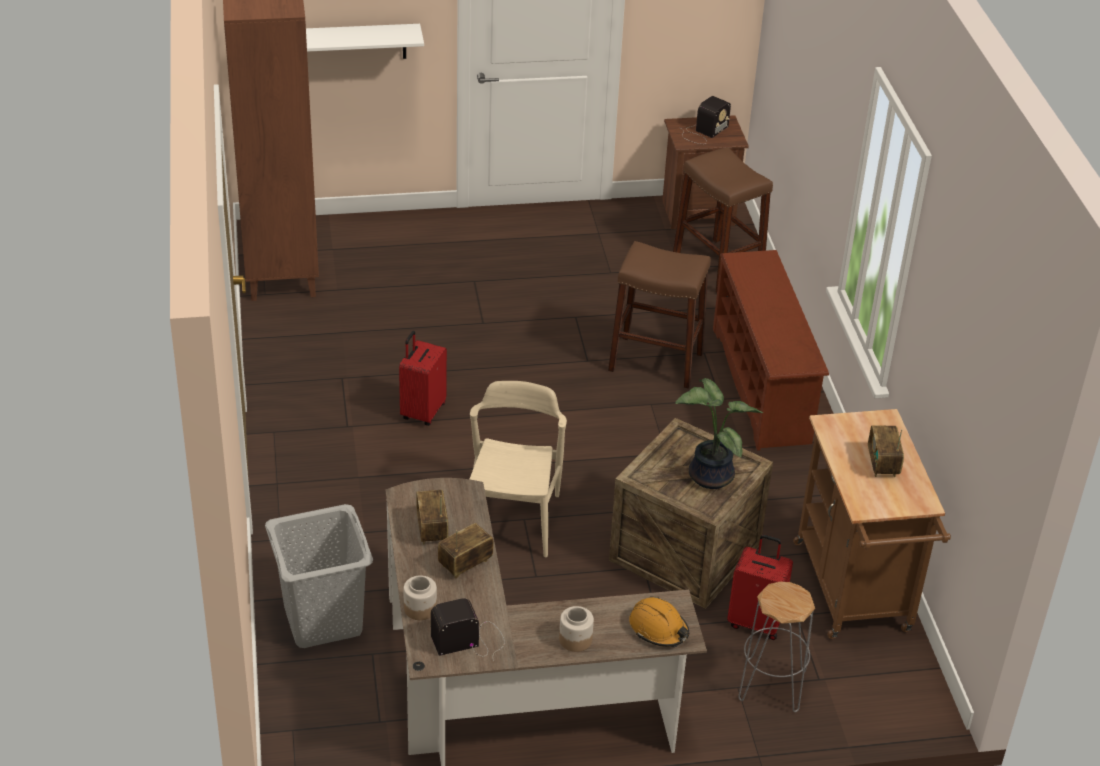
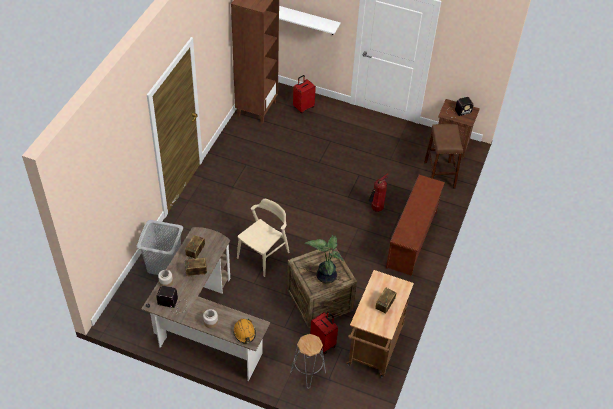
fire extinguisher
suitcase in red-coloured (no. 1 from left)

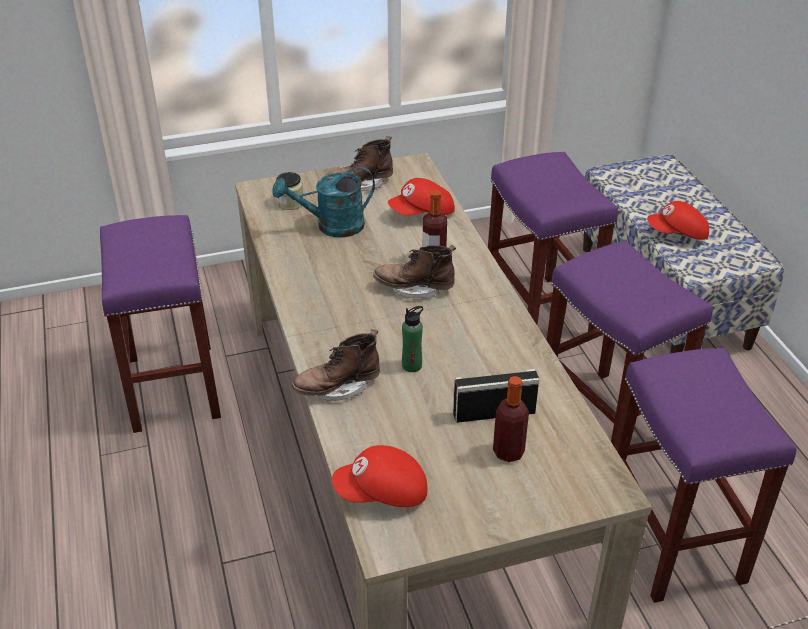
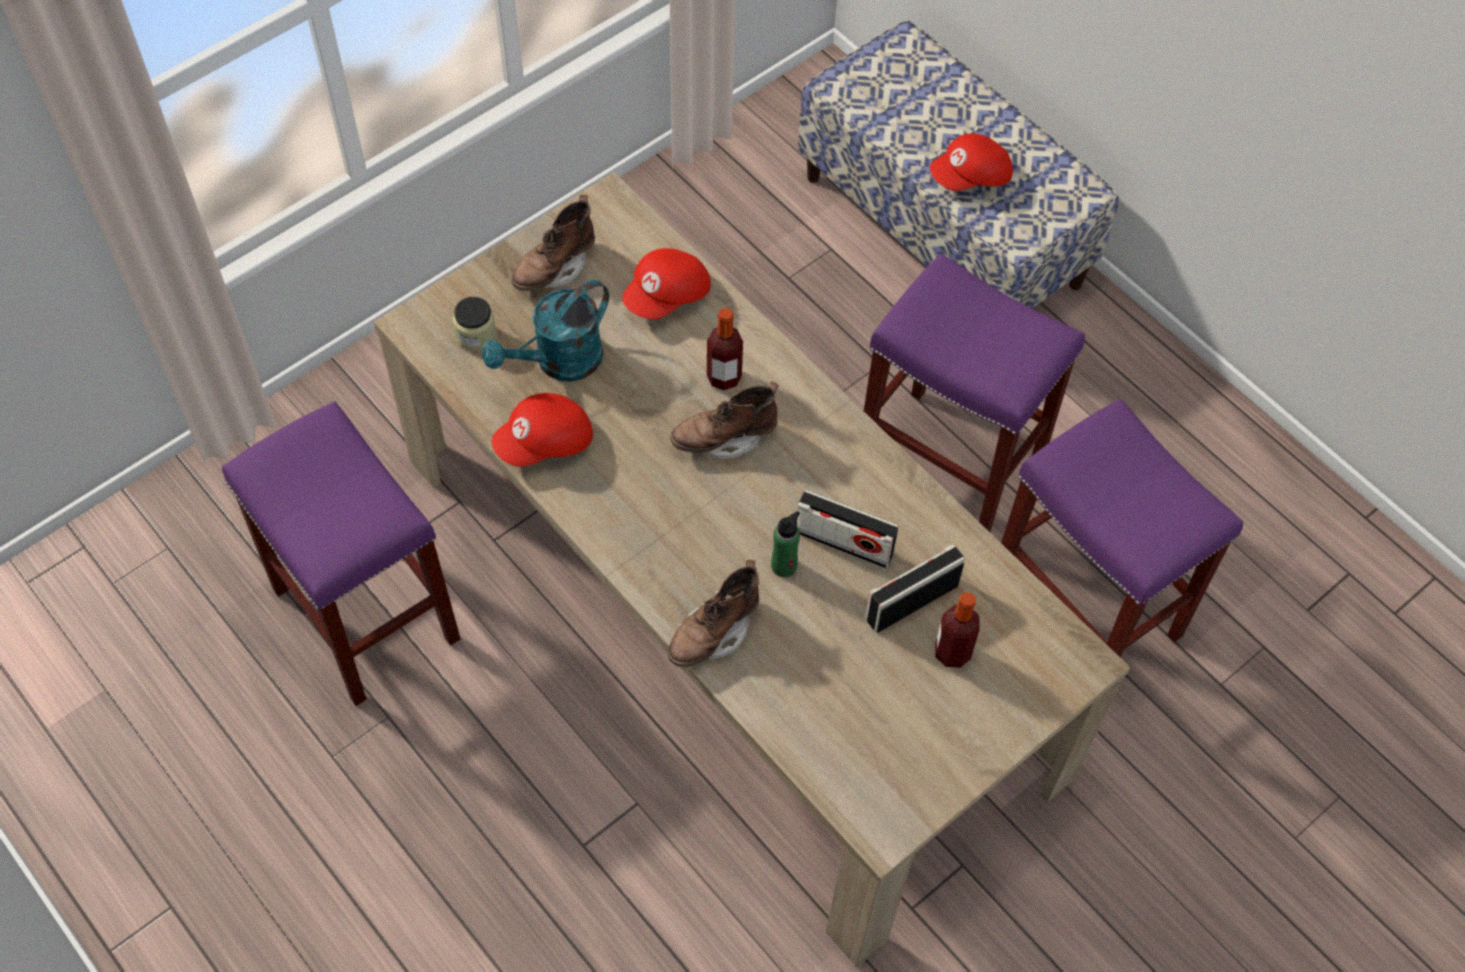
sitting stool in purple-coloured (no. 2 from left in the first image)
baseball cap in red-coloured (no. 1 from left)
radio set (no. 1 from left)

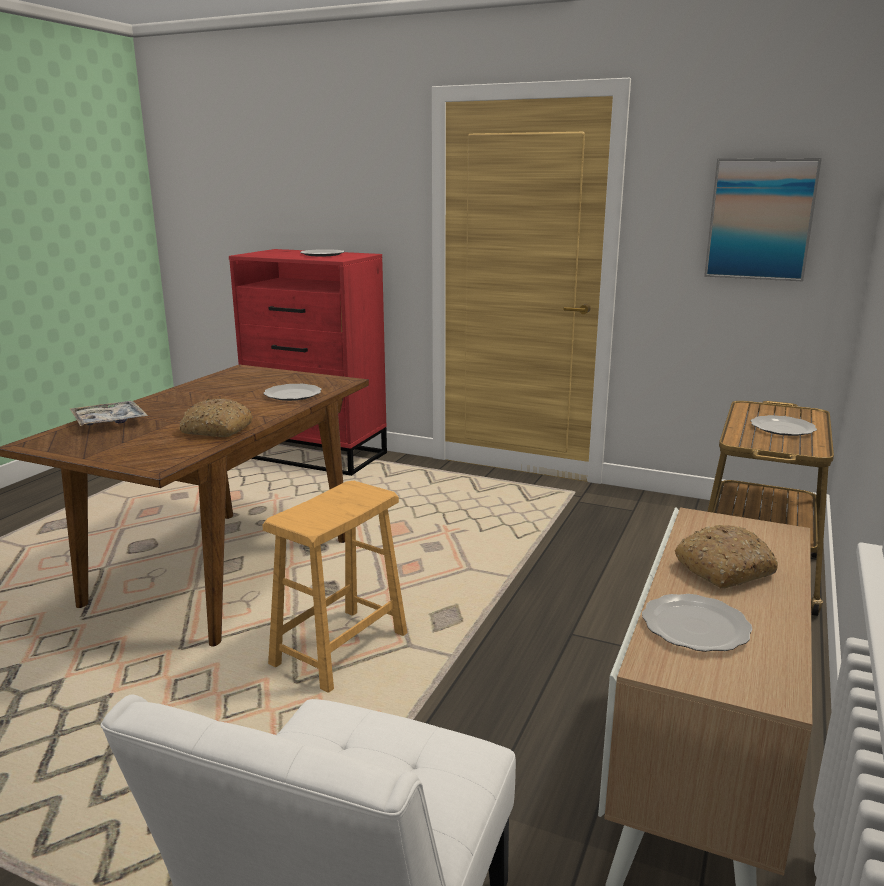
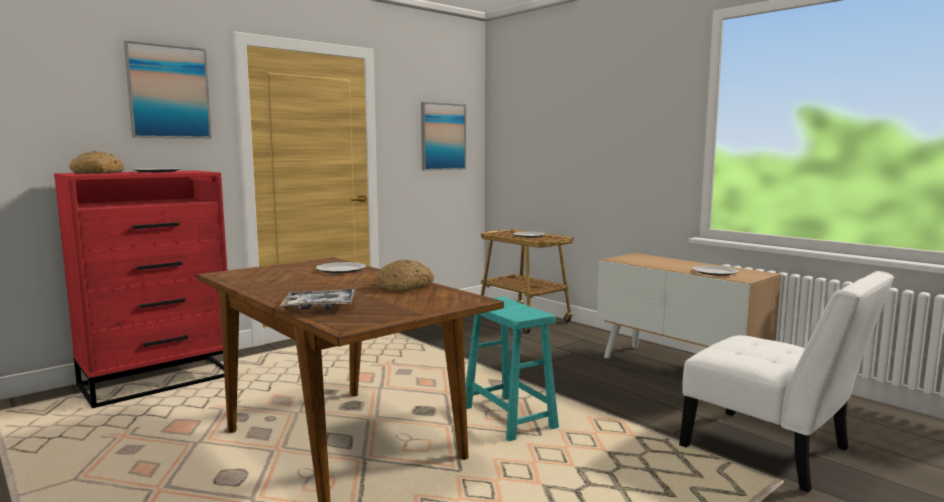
sitting stool in turquoise
bakery bread (no. 1 from left)
picture (no. 1 from left)

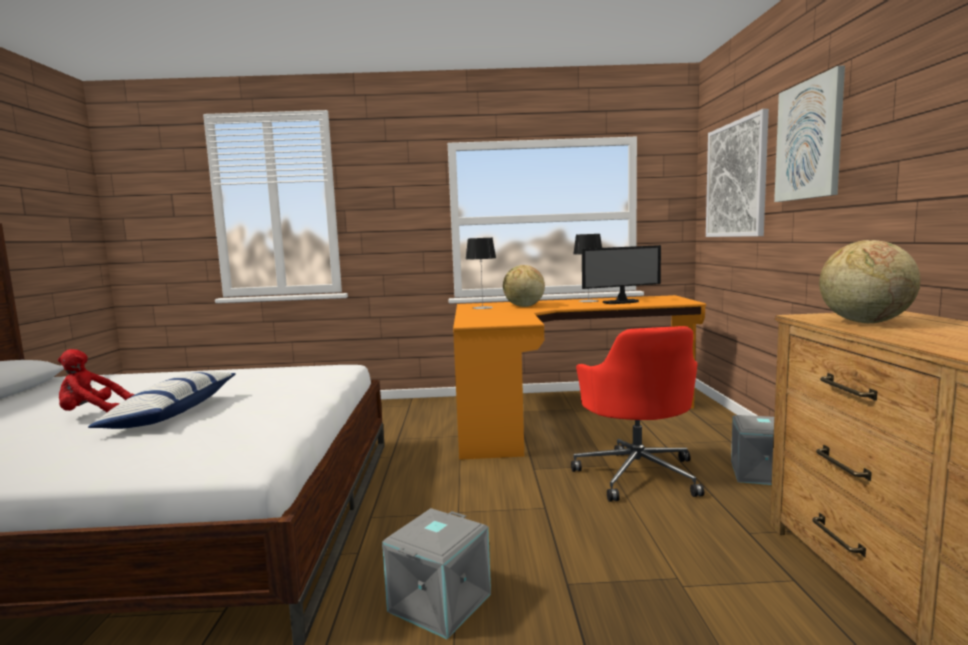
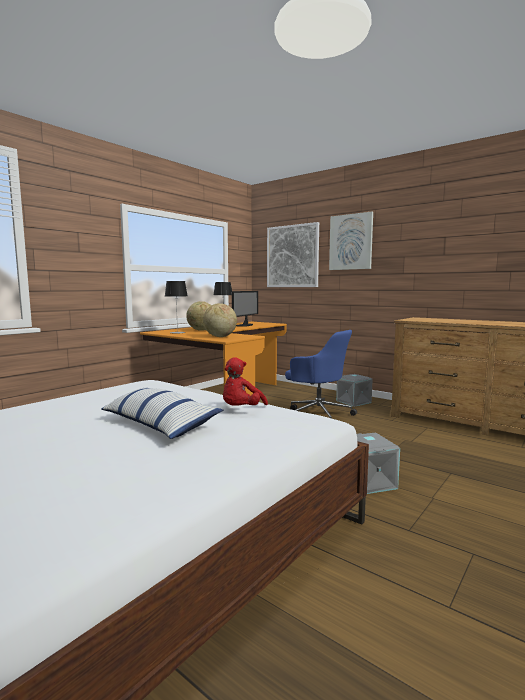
world globe (no. 2 from left)
desk chair in bluish
cuddly toy in red-coloured

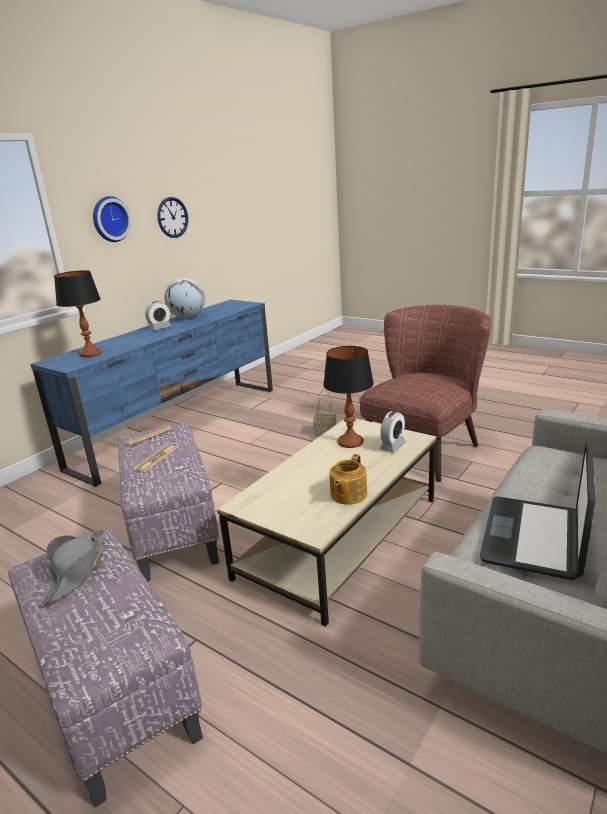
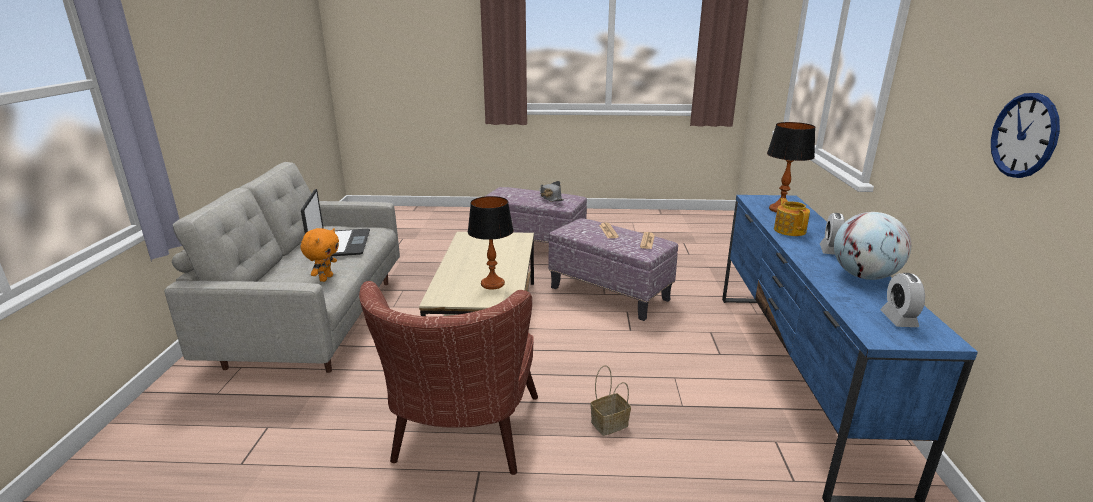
hanging clock (no. 1 from left in the first image)
table clock (no. 2 from left)
tea pot
cuddly toy in orange

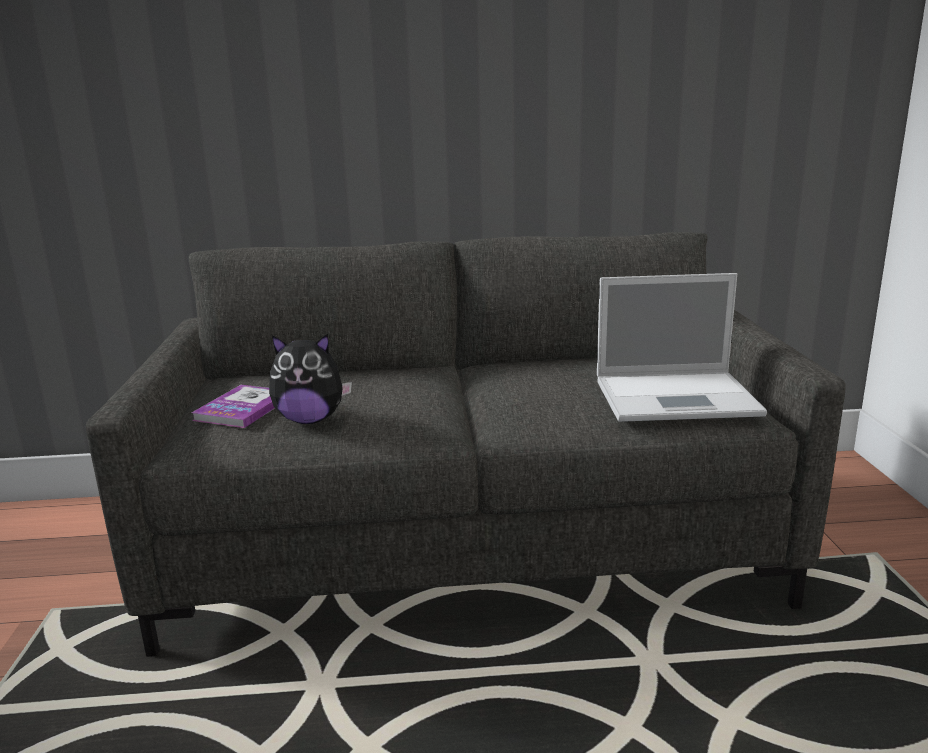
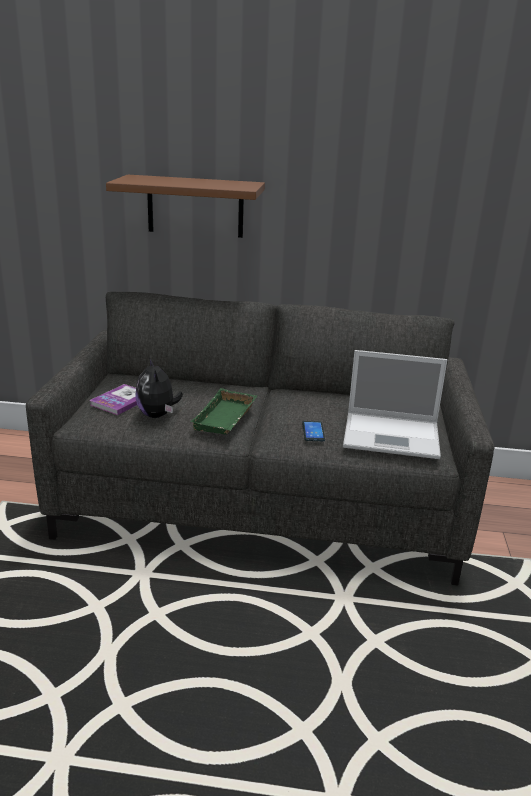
cuddly toy
bracket shelf in brown-coloured
serving tray in greenish
handset

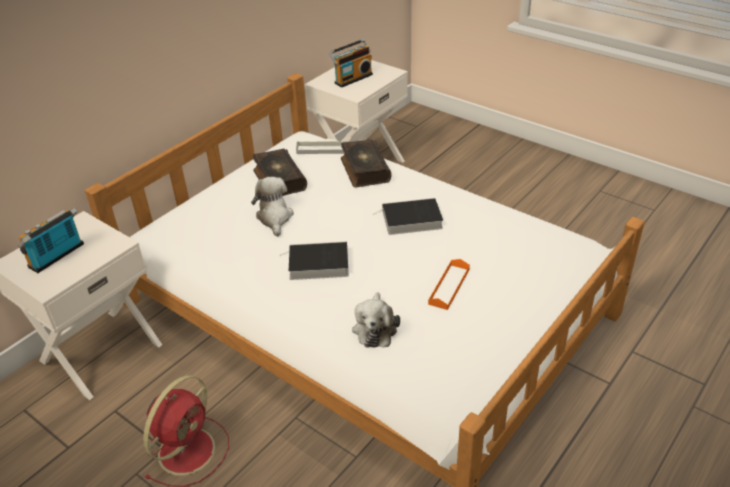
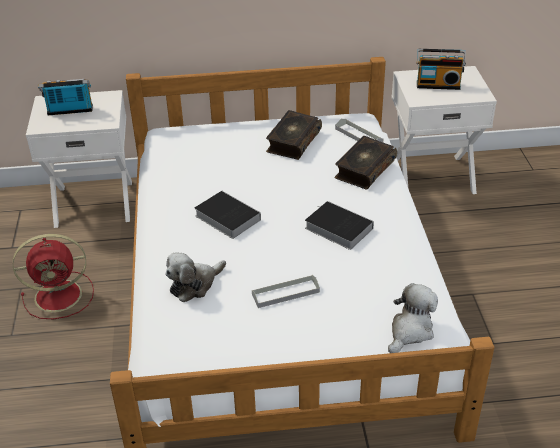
cuddly toy (no. 2 from left)
serving tray in grey (no. 1 from left)

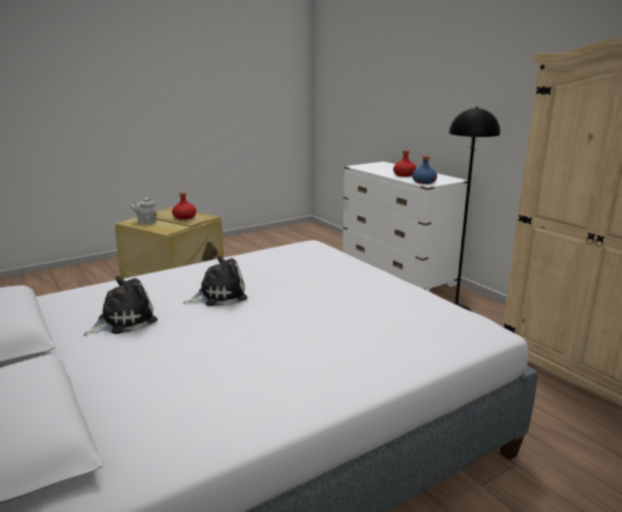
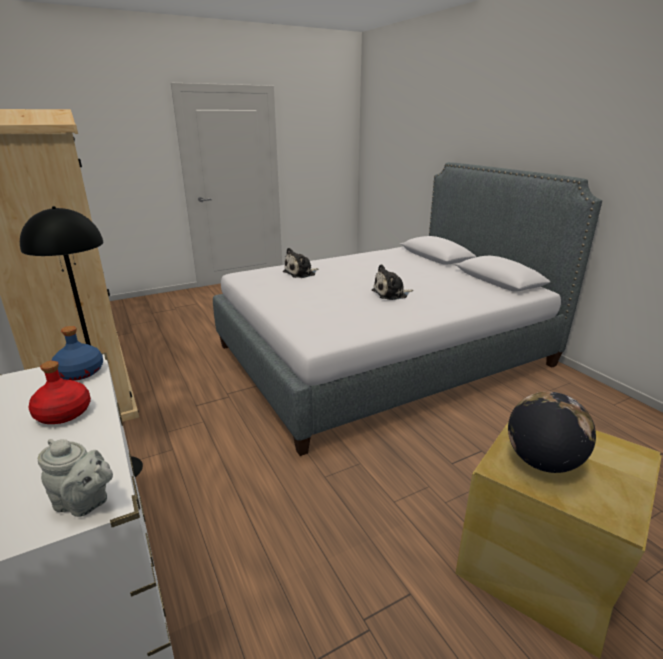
world globe
tea pot in grey
cuddly toy (no. 1 from left)

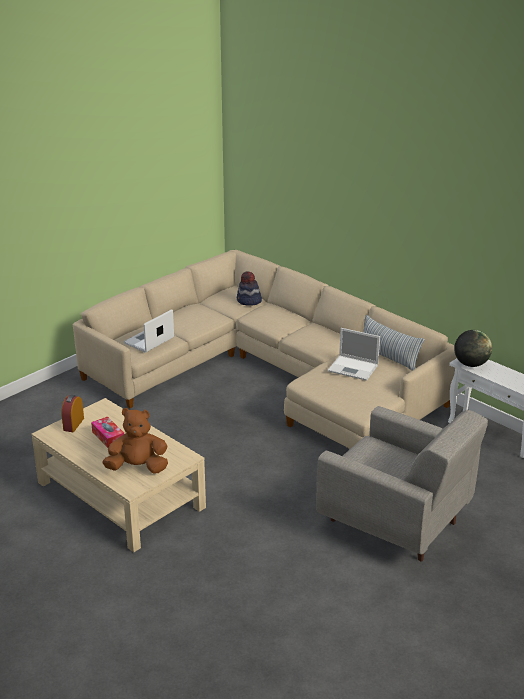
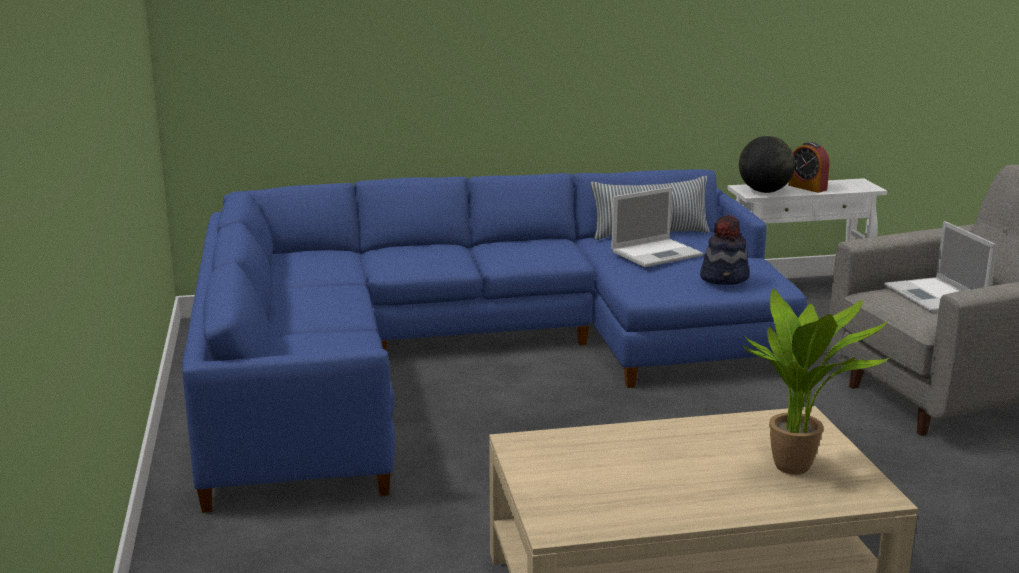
couch in bluish
wearable hat
portable computer (no. 2 from left)
table clock
potted plant
tissue box

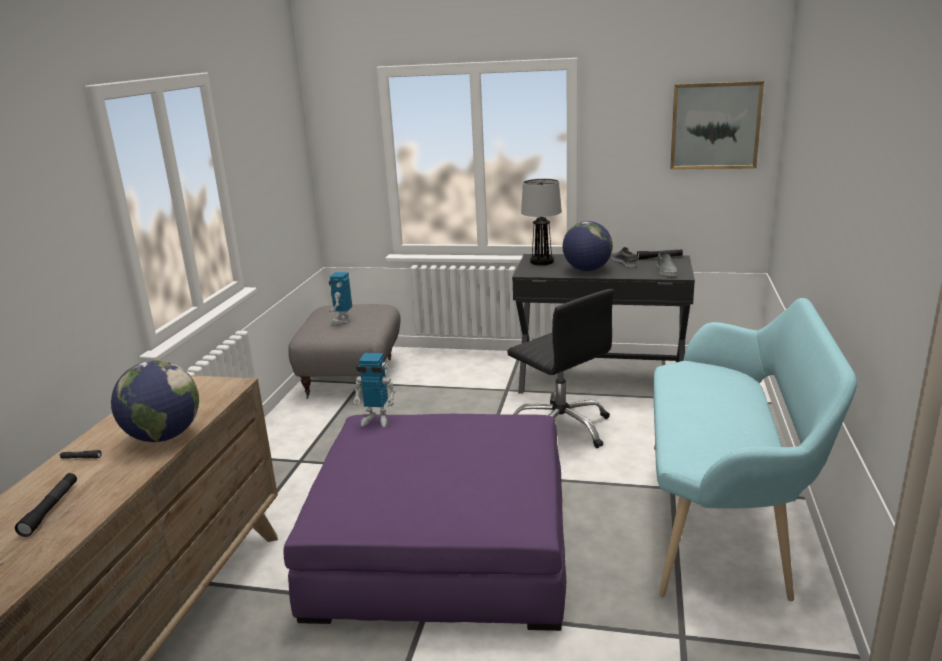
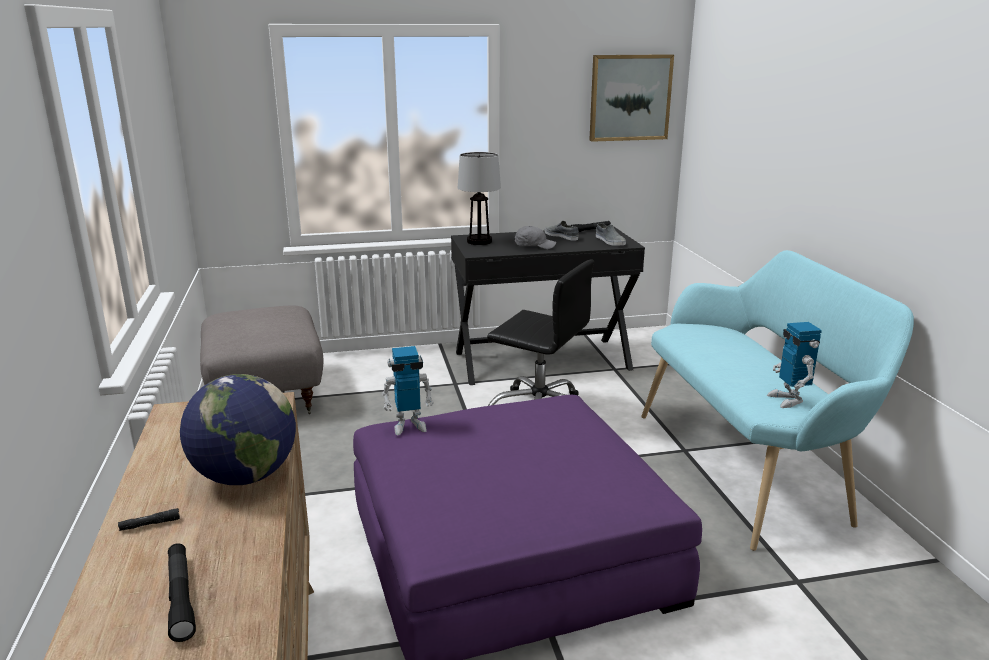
baseball cap in grey
model robot (no. 2 from left)

